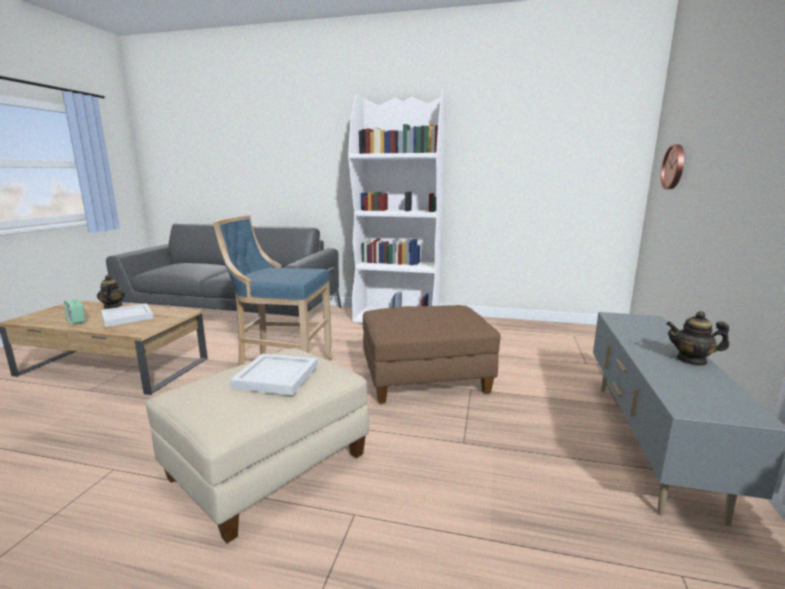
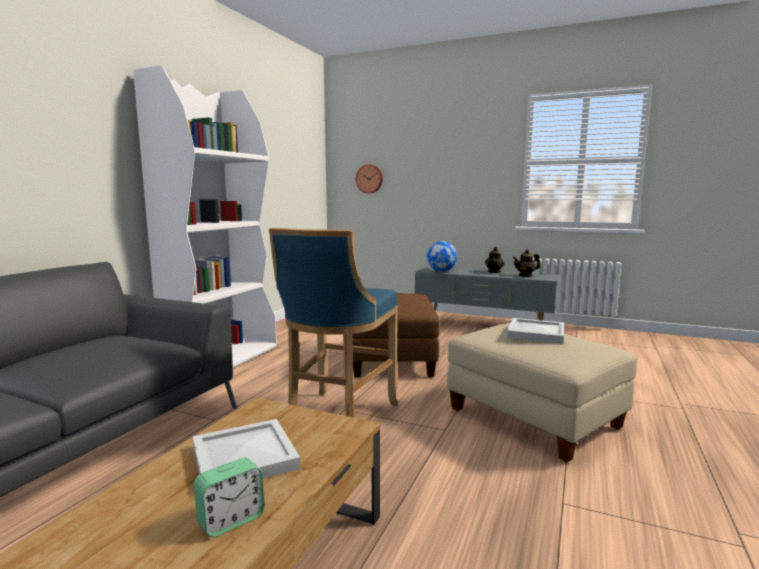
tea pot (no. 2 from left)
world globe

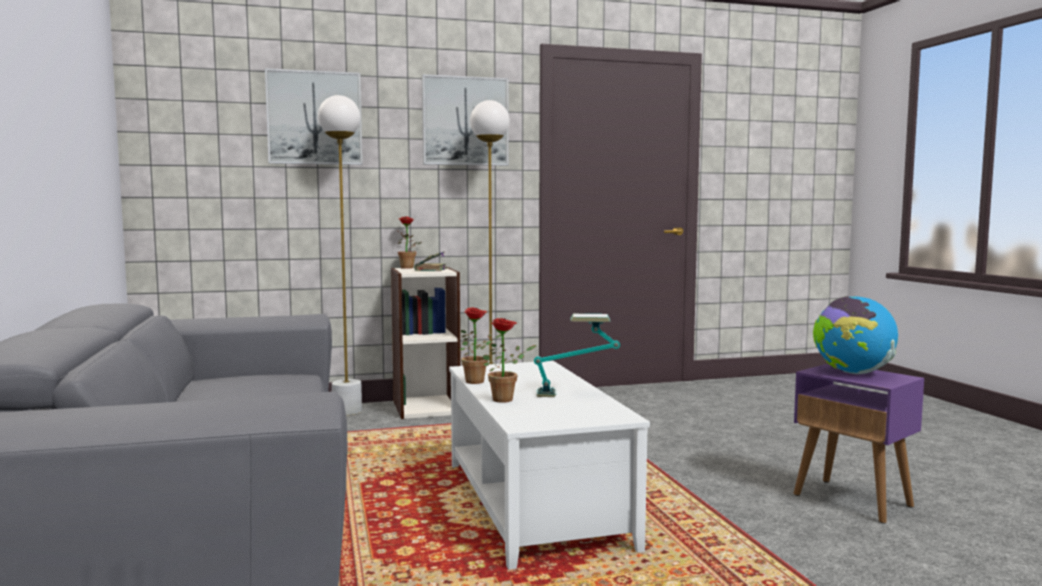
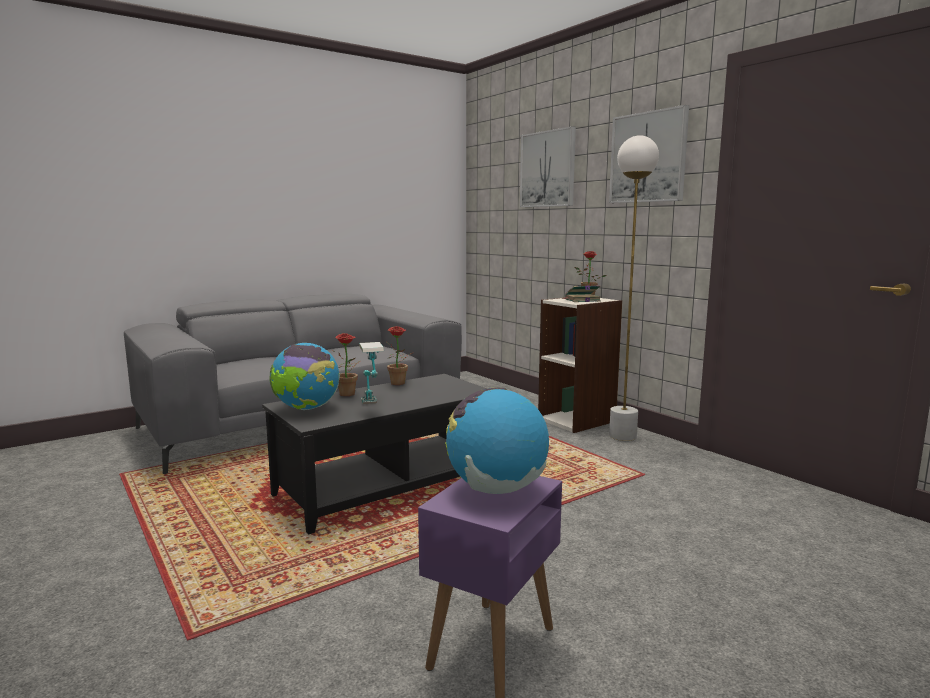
floor lamp in whitish (no. 1 from left in the first image)
lounge table in black-coloured
world globe (no. 1 from left)

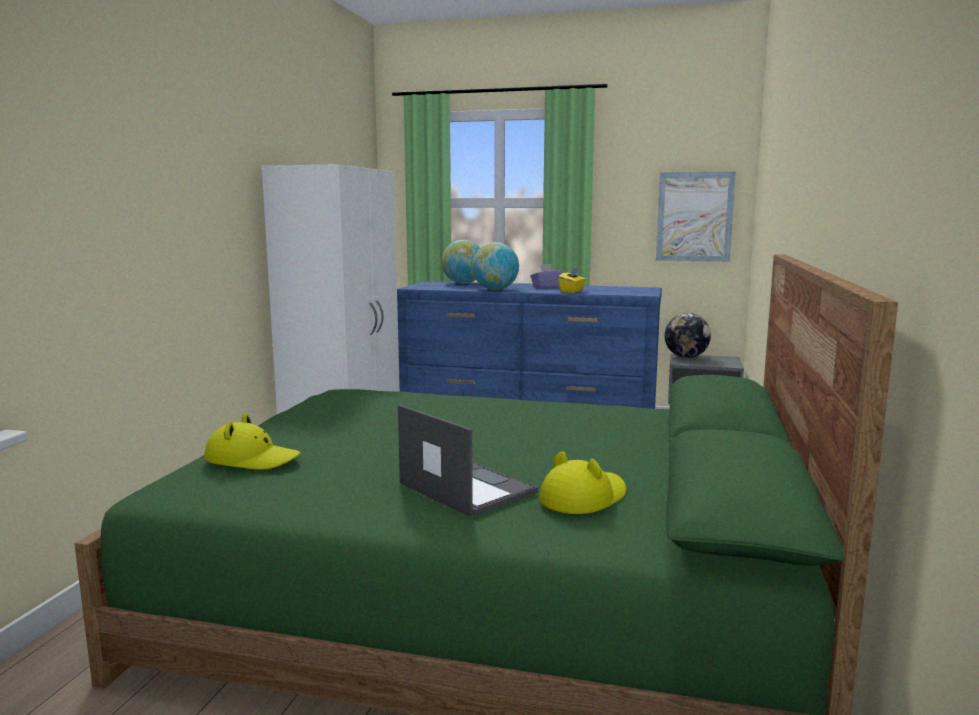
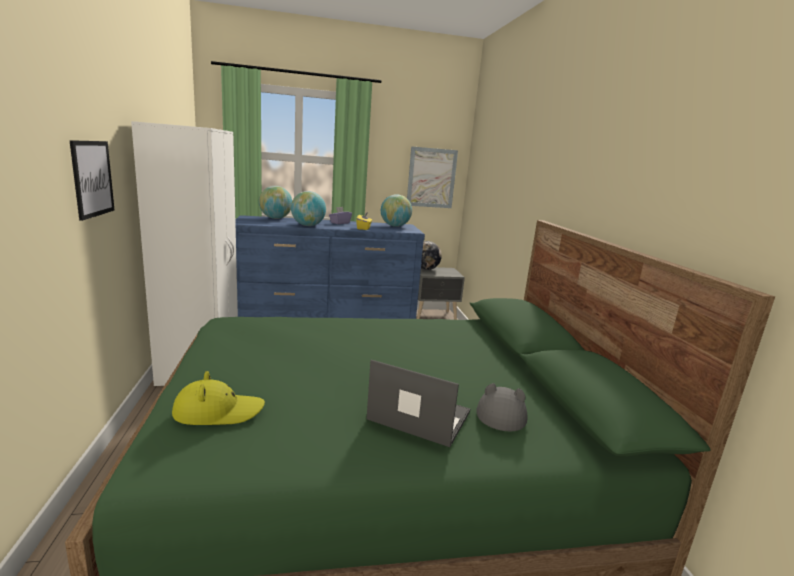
wearable hat in grey
picture (no. 1 from left)
world globe (no. 3 from left)

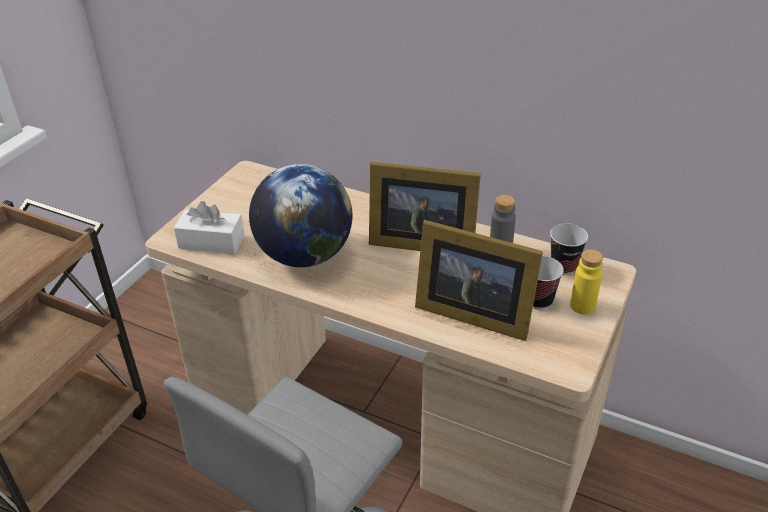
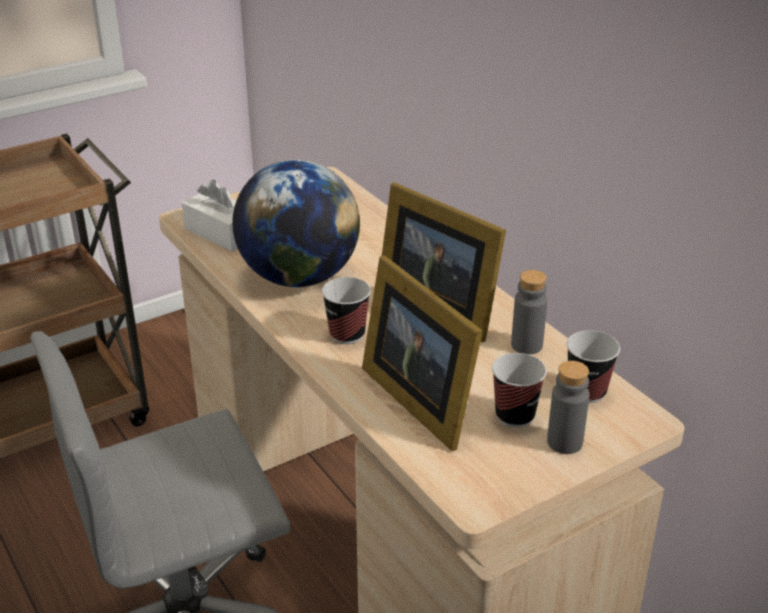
beverage bottle in grey (no. 2 from left)
cup (no. 1 from left)

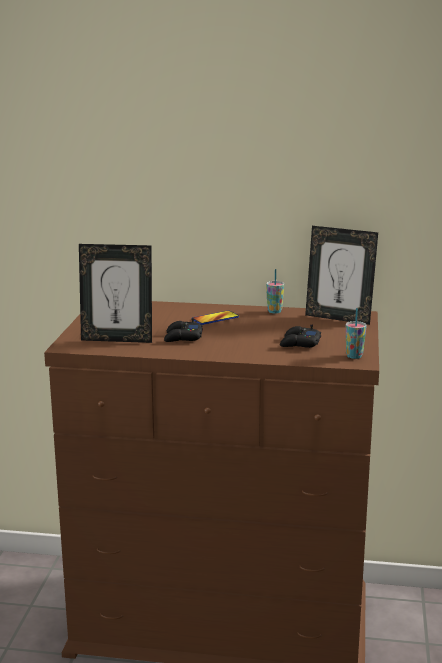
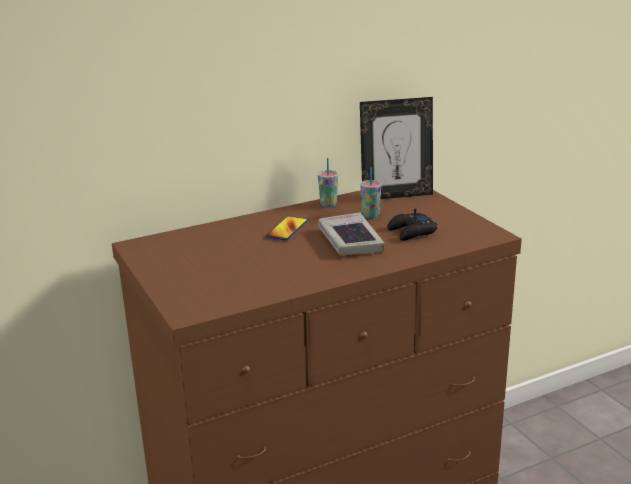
picture frame (no. 1 from left in the first image)
cup (no. 2 from left)
game controller in black-coloured (no. 1 from left in the first image)
volume

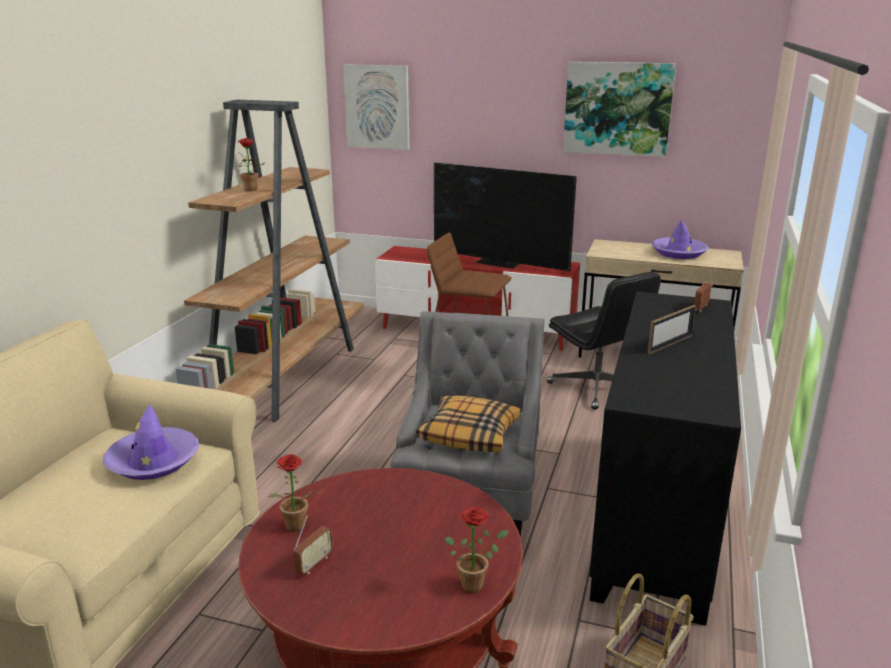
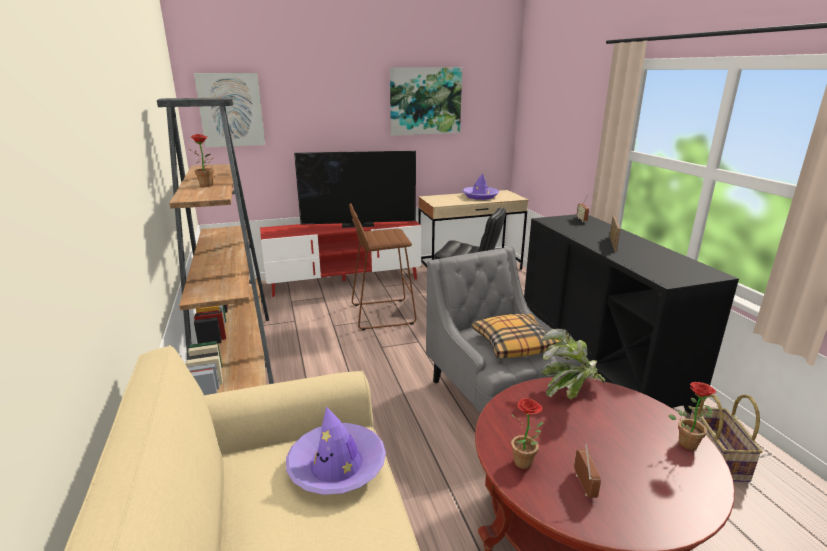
potted plant (no. 3 from left)

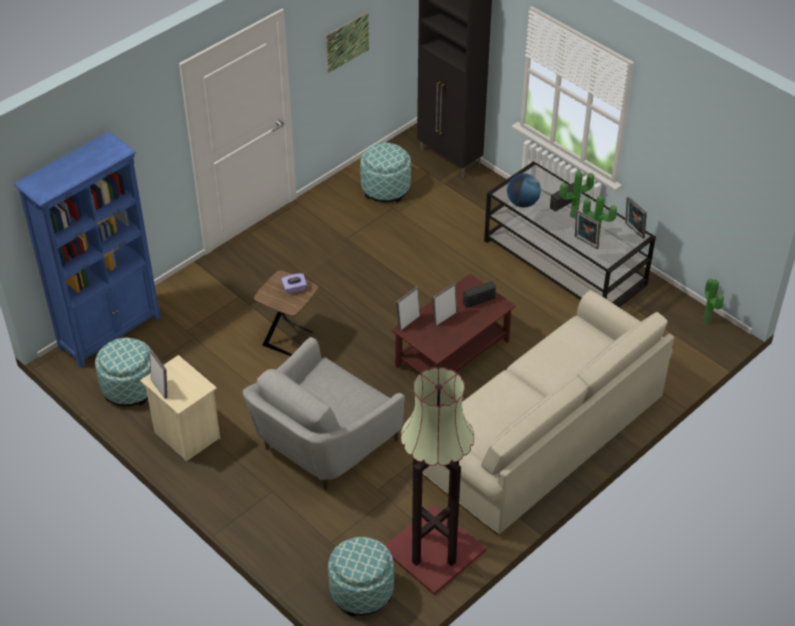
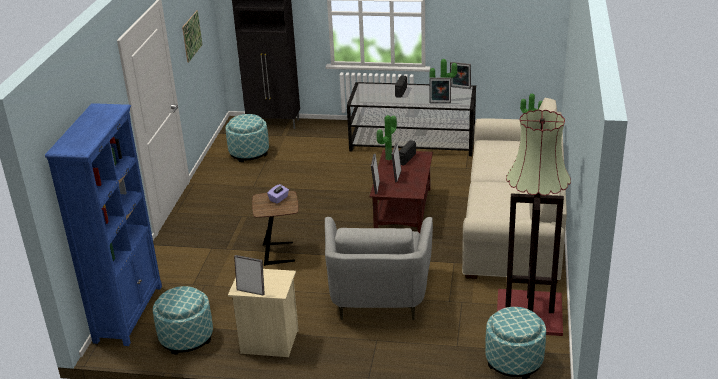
potted plant (no. 1 from left)
world globe

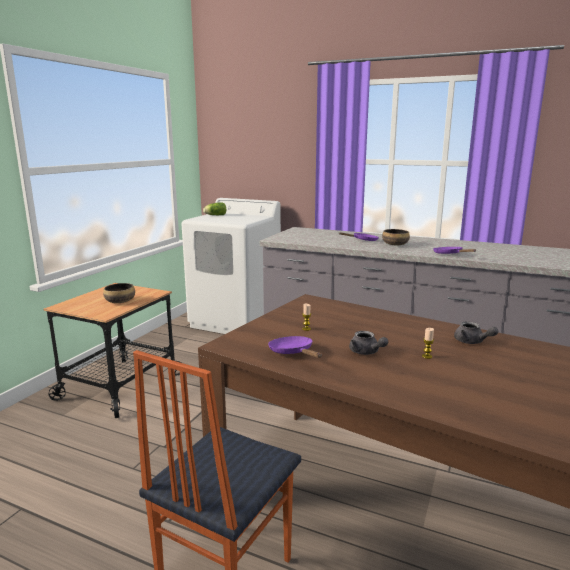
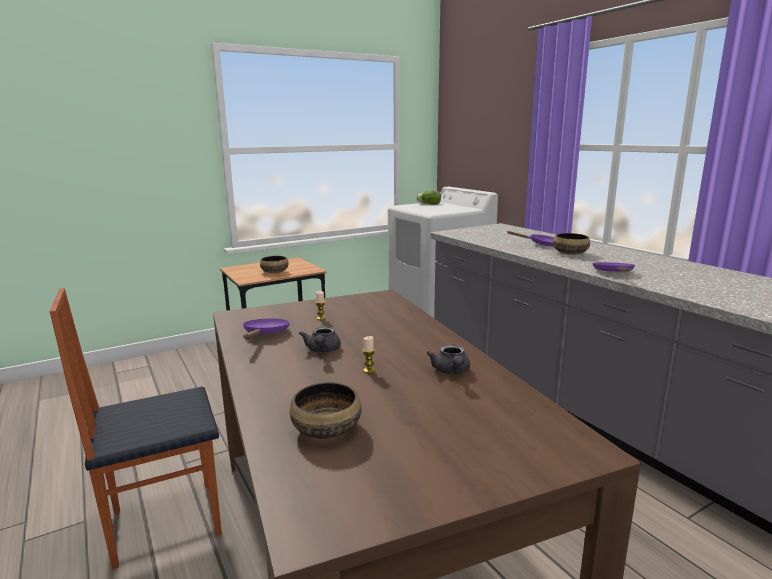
bowl (no. 2 from left)

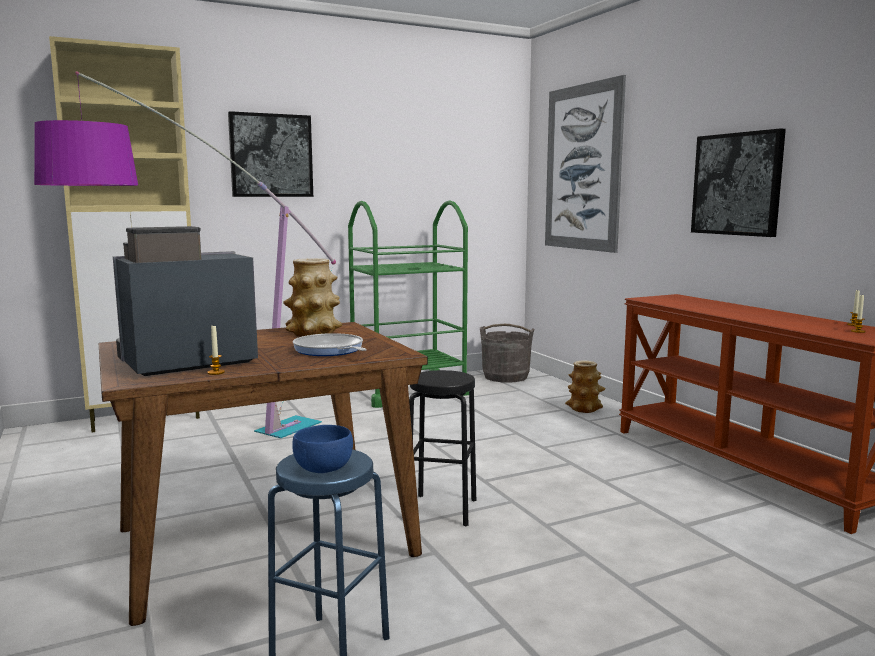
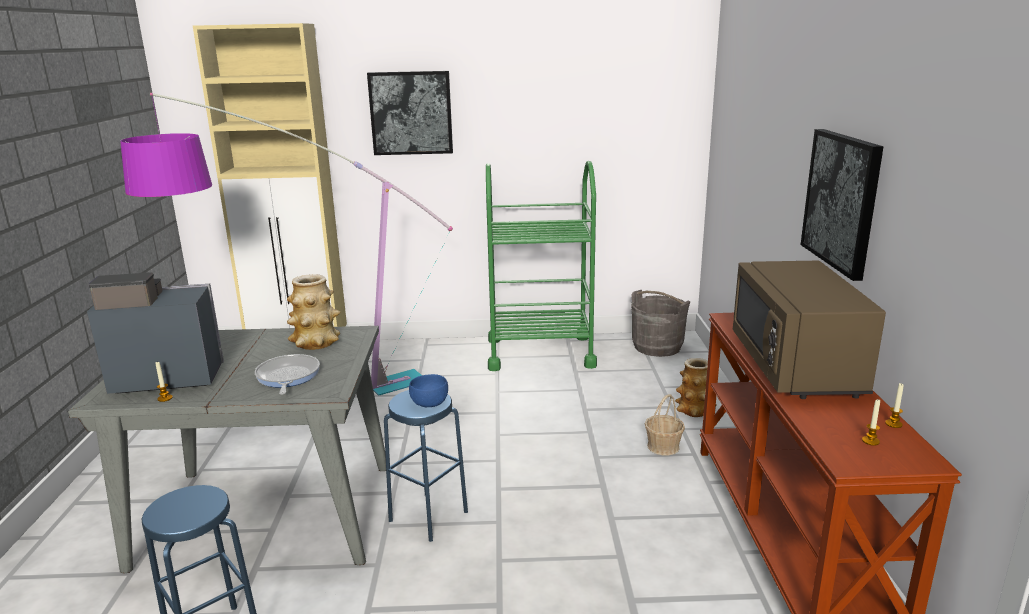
picture (no. 2 from left in the first image)
kitchen table in grey
sitting stool in bluish (no. 2 from left)
bowl in bluish
kitchen microwave in brown-coloured
storage basket

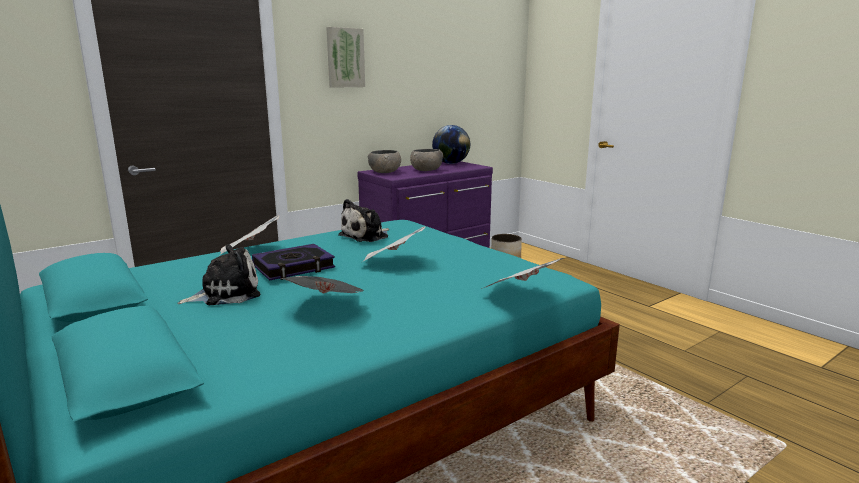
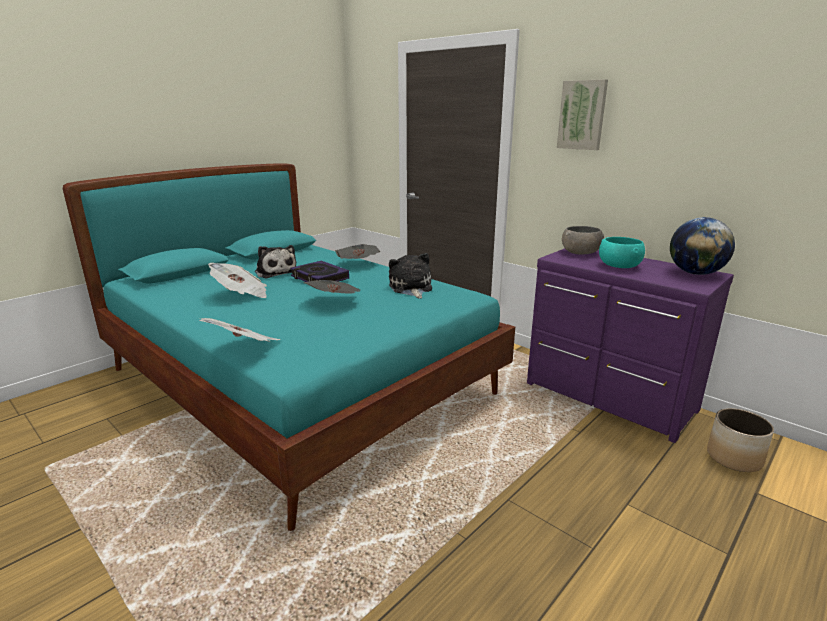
bowl in turquoise
cuddly toy (no. 2 from left)

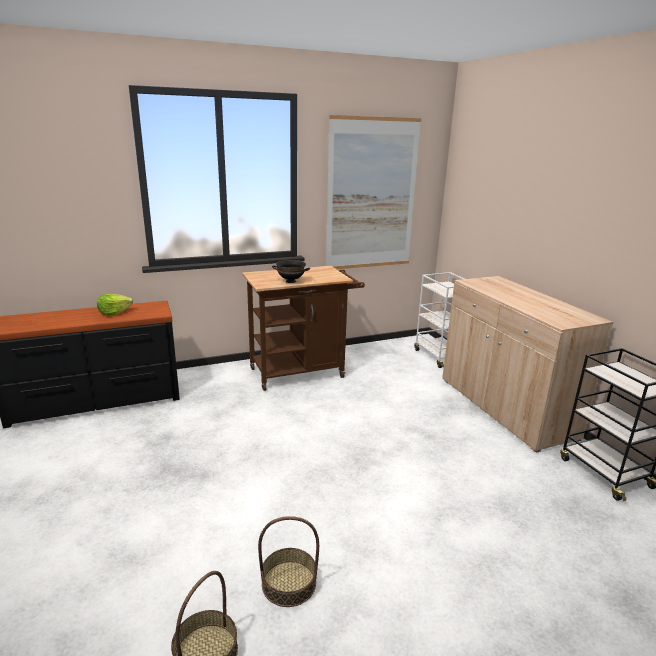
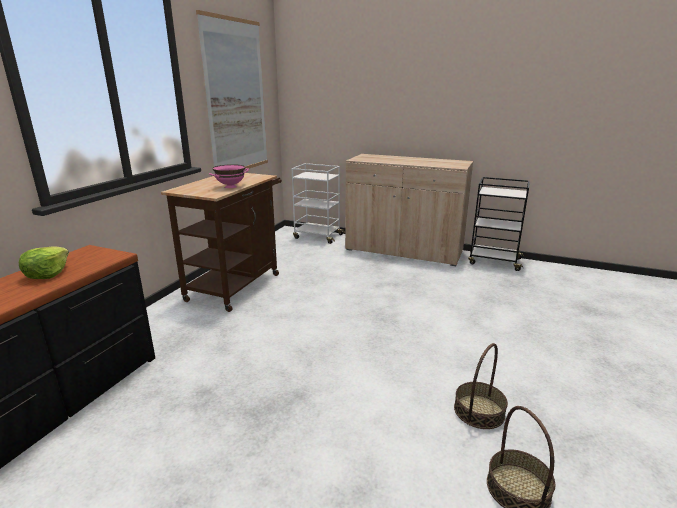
bowl in pink-coloured

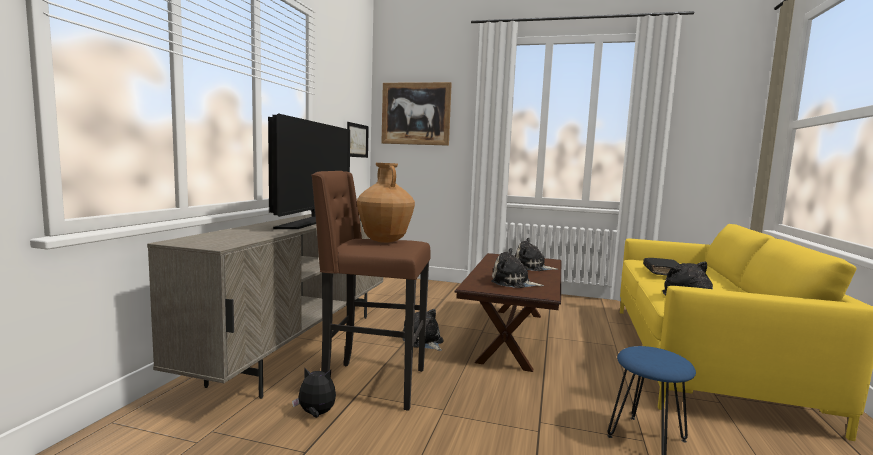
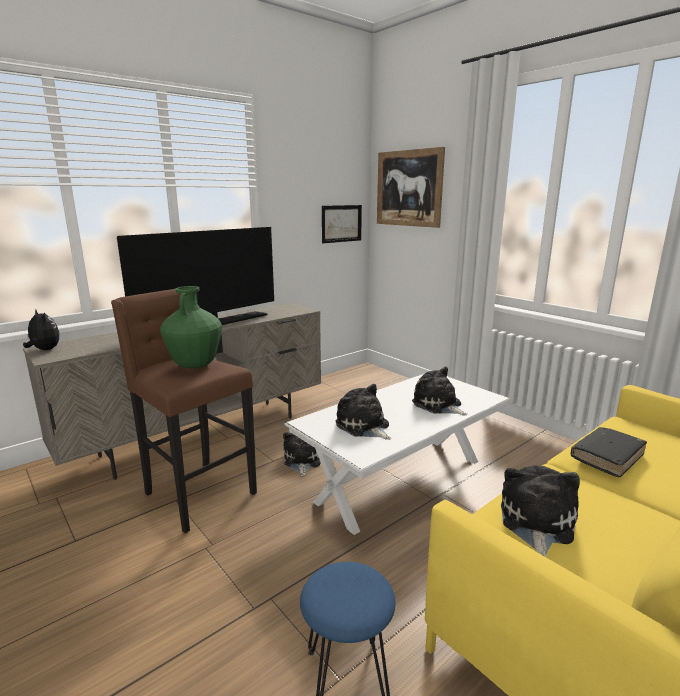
decorative vase in greenish
lounge table in whitish
cuddly toy (no. 1 from left)

